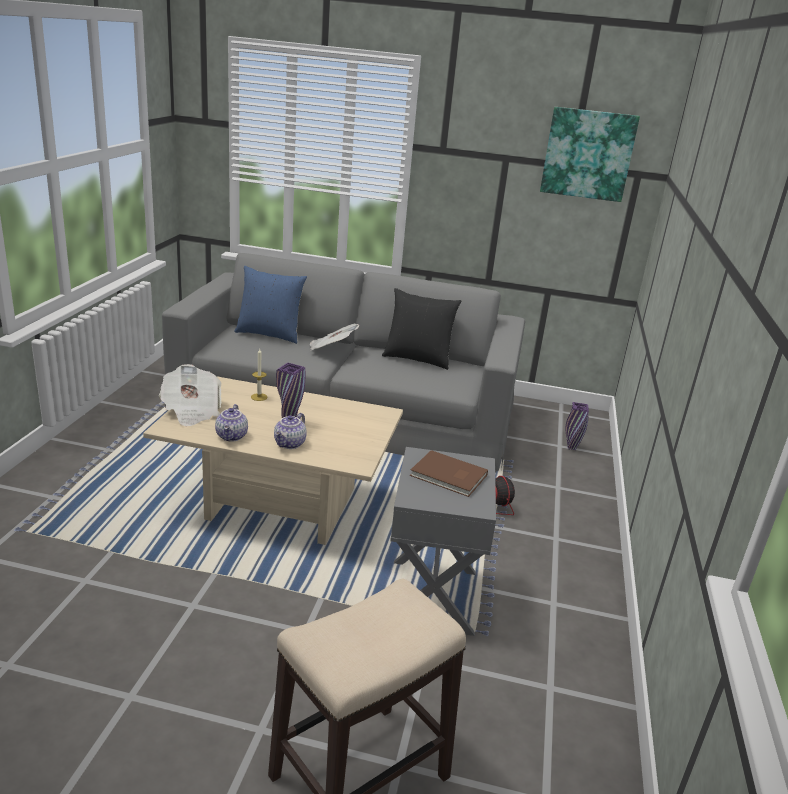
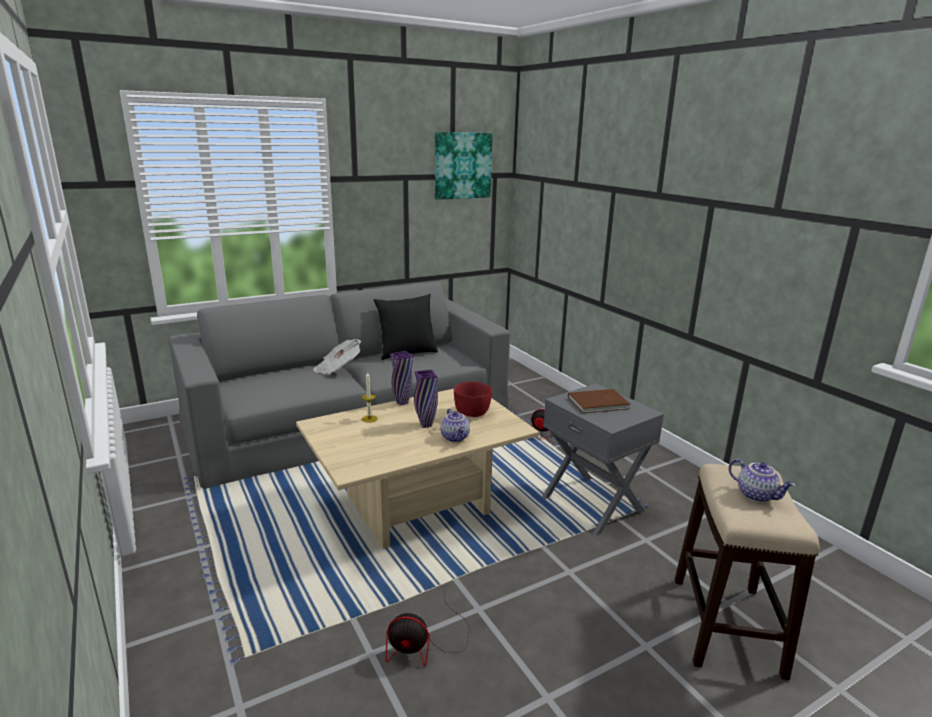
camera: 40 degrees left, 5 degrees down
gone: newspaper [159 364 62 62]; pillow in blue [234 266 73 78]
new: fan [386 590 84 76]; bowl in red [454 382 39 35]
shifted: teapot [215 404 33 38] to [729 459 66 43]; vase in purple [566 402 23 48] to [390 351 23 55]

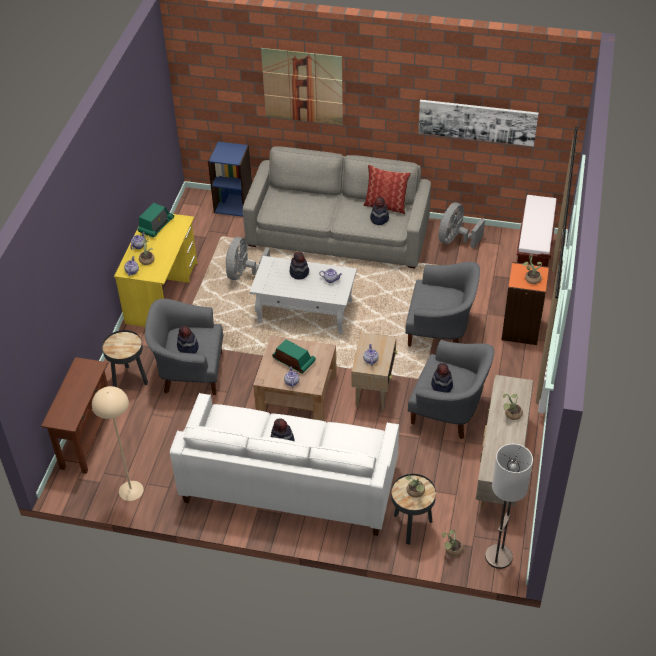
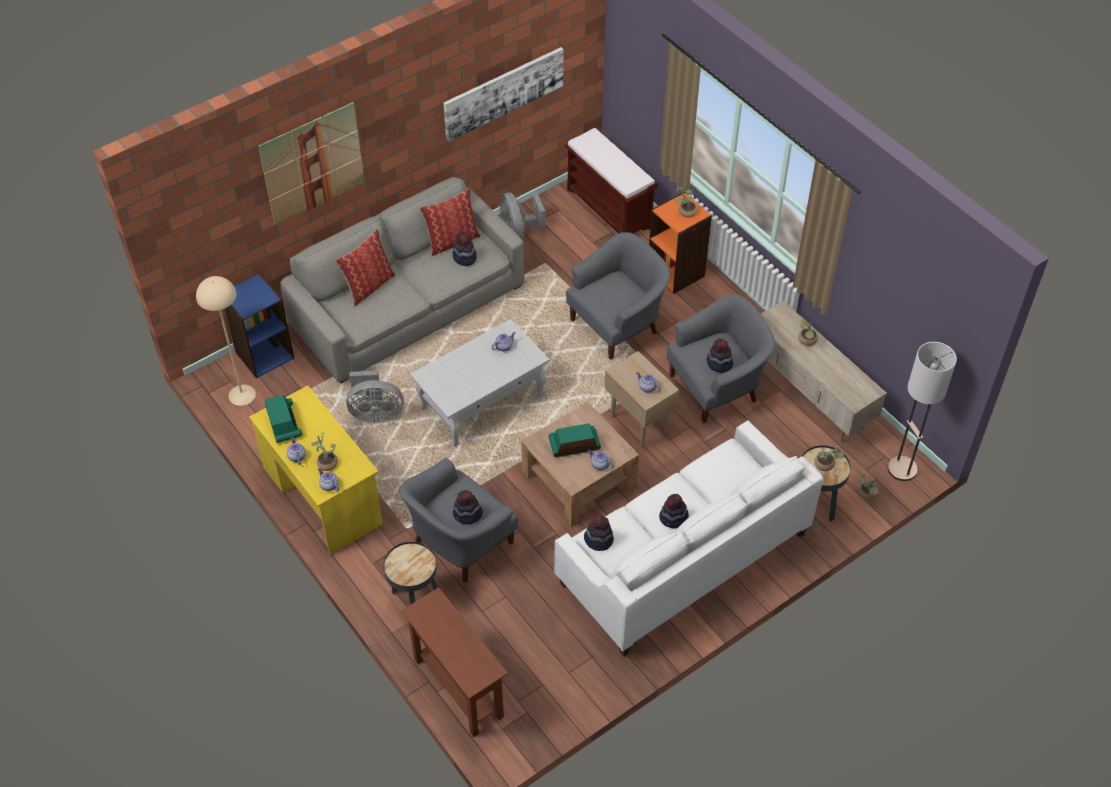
camera: 50 degrees left, 5 degrees up
new: pillow [335 229 60 77]
shifted: floor lamp in beige [92 386 52 115] to [196 276 60 130]; hat [290 252 19 28] to [584 515 30 36]
rotated: fan in grey [226 237 44 43] = [346 371 58 51] 60 degrees counterclockwise

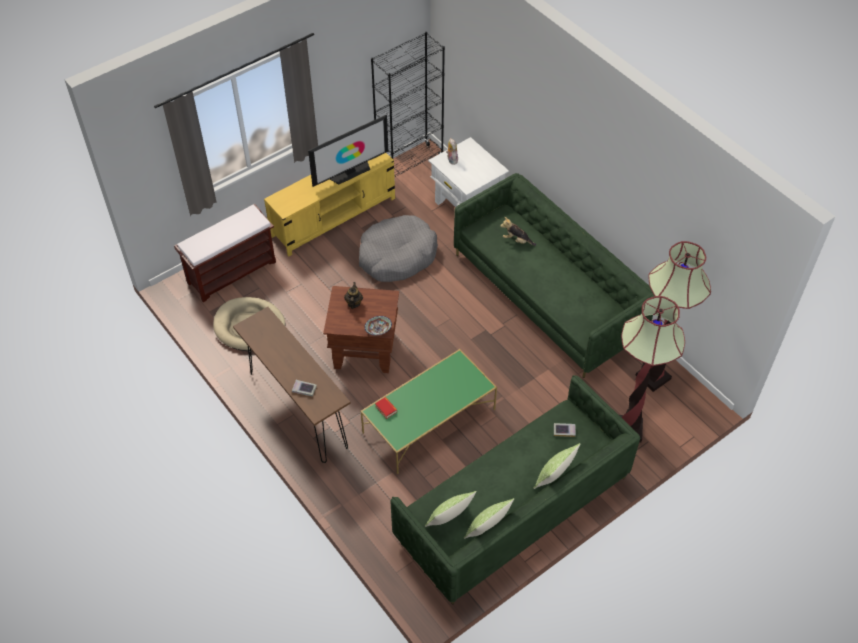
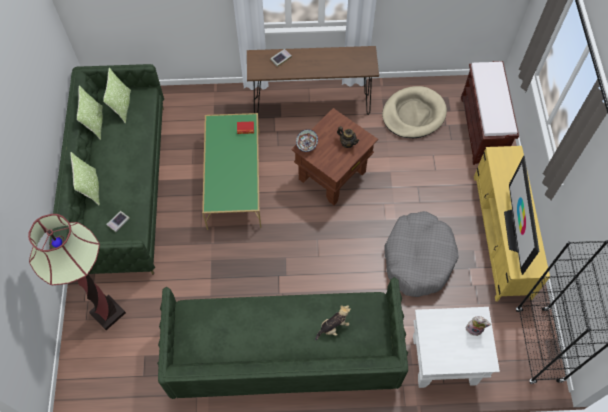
camera: 125 degrees right, 10 degrees up
gone: floor lamp [635 241 76 151]

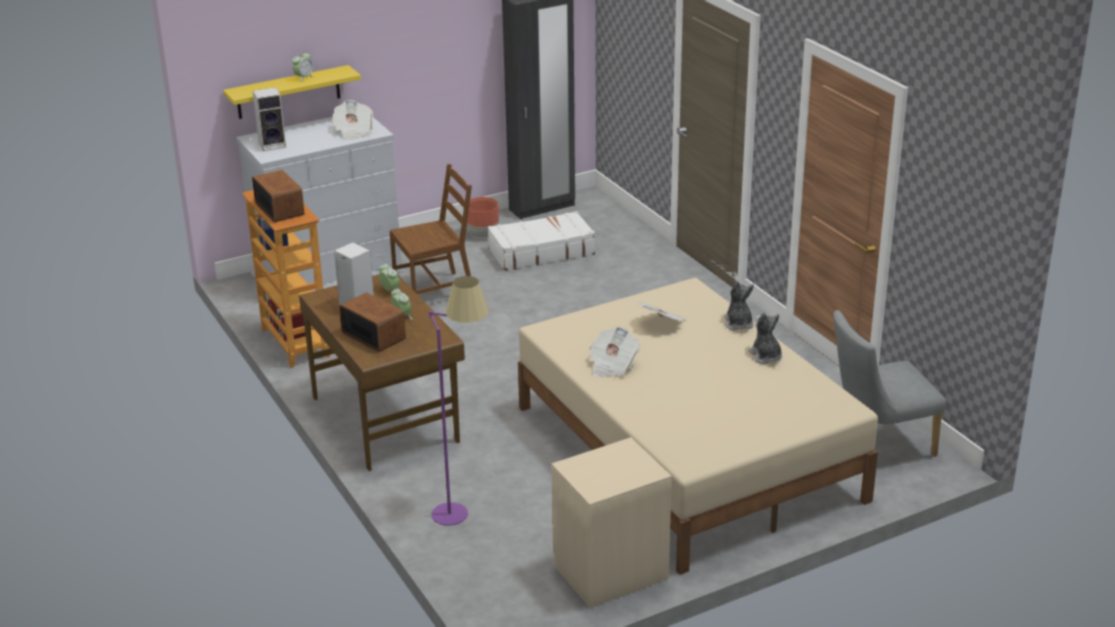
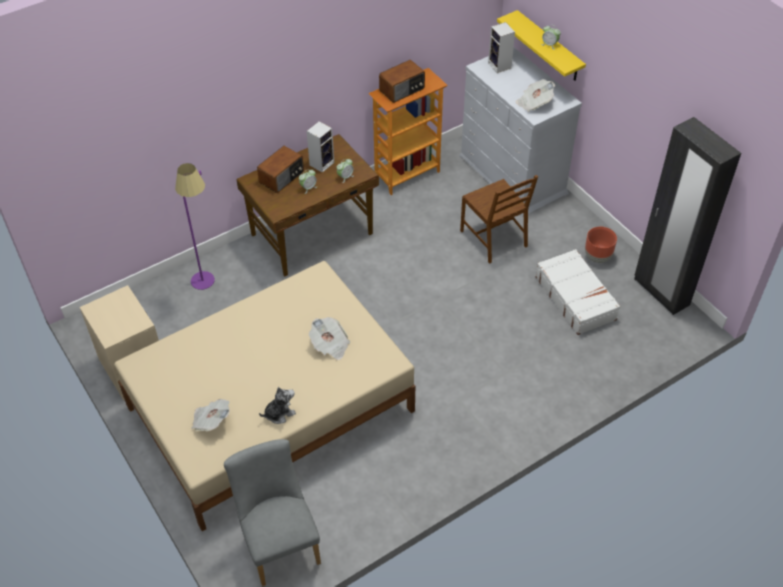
camera: 85 degrees right, 20 degrees up
gone: plush toy [724 281 30 50]
shifted: newspaper [589 327 51 51] to [191 399 39 32]

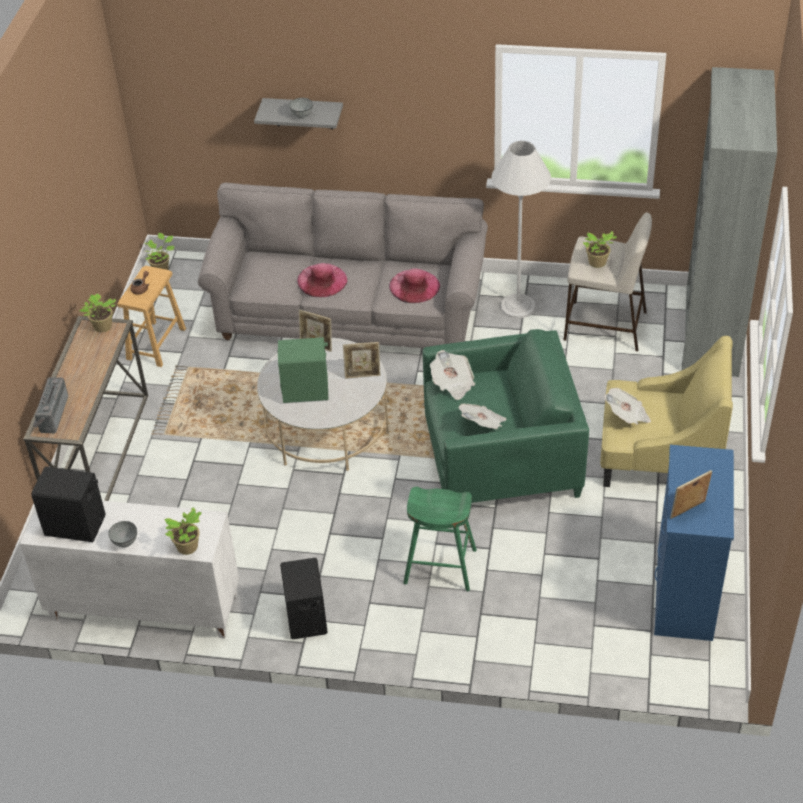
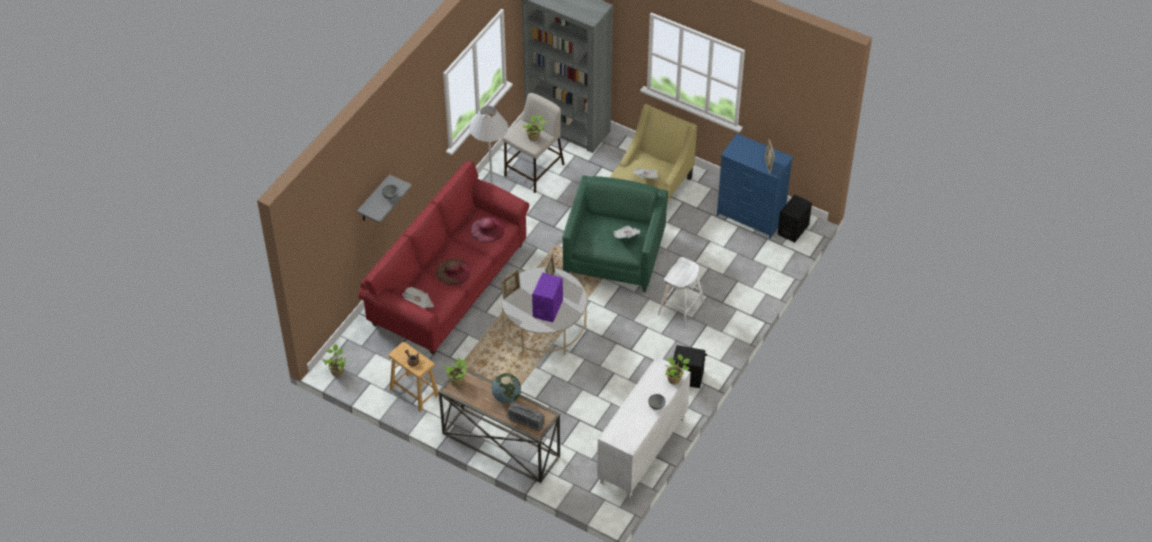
camera: 70 degrees left, 5 degrees up
new: globe [492 373 29 31]
shifted: speaker in black [31 467 74 75] to [778 195 34 48]; newspaper [430 350 46 50] to [402 287 32 22]
repainted: sofa in grey [198 183 290 165] to sofa in red [358 160 171 194]; speaker in green [278 337 50 66] to speaker in purple [532 273 31 49]; hat in pink [297 263 50 34] to hat in brown [436 259 35 26]; stool in green [403 487 74 104] to stool in white [657 257 48 71]

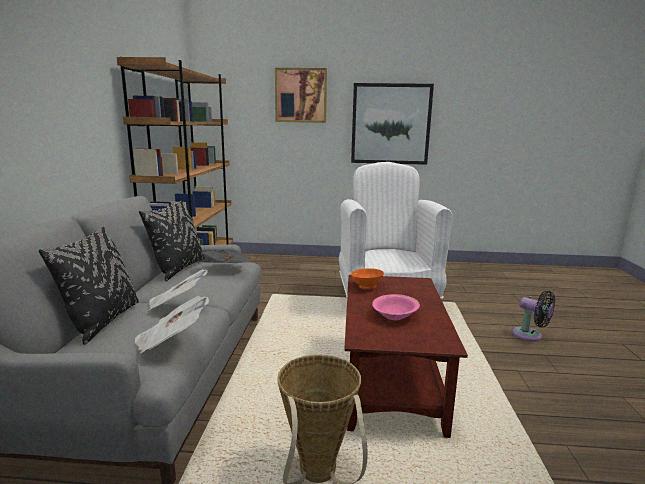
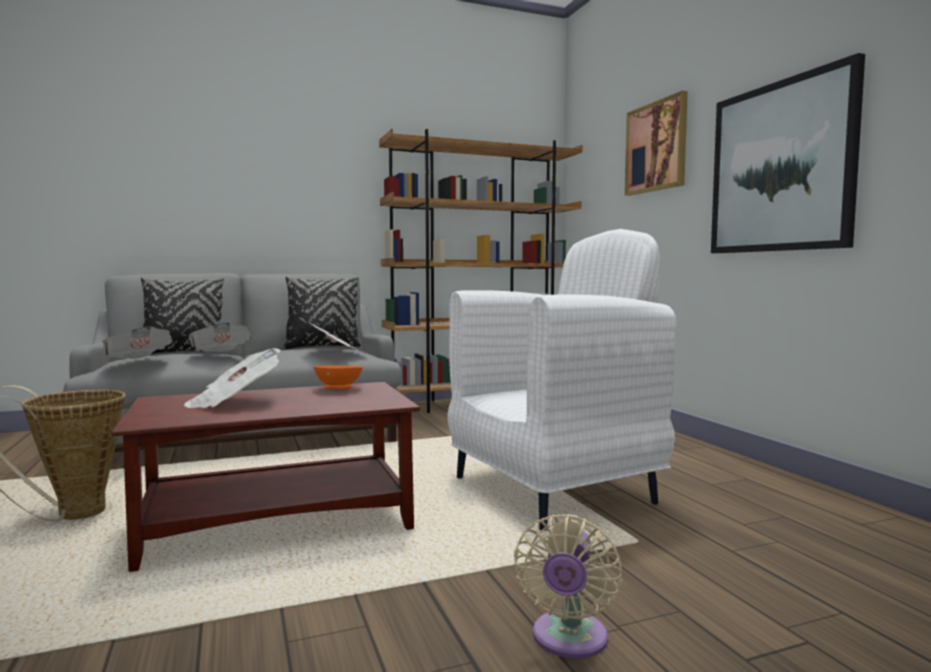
camera: 65 degrees right, 10 degrees down
swapped: bowl in pink [372 294 48 26] to newspaper [184 348 97 60]
repainted: fan in black [512 291 43 50] to fan in beige [514 514 108 145]

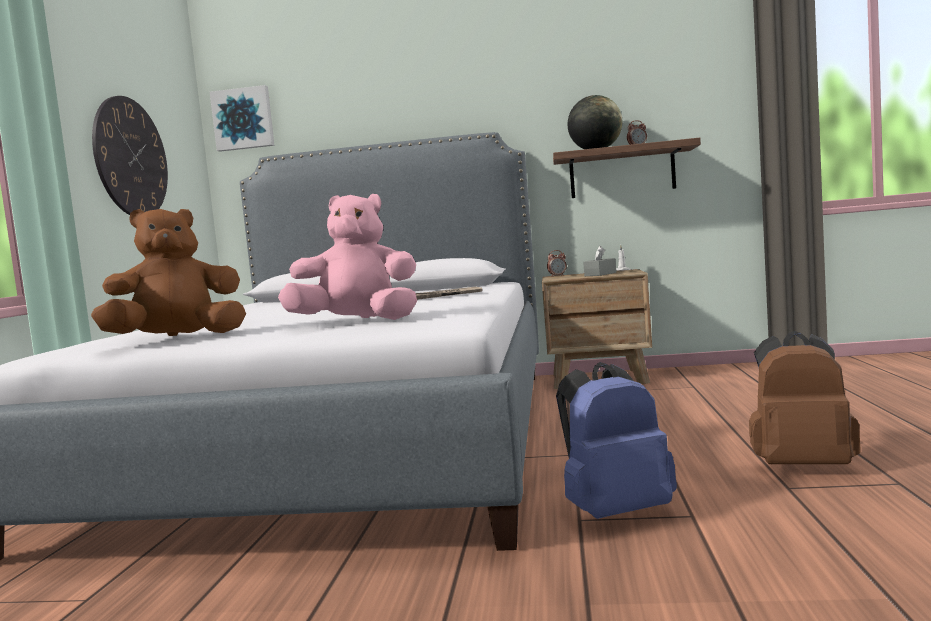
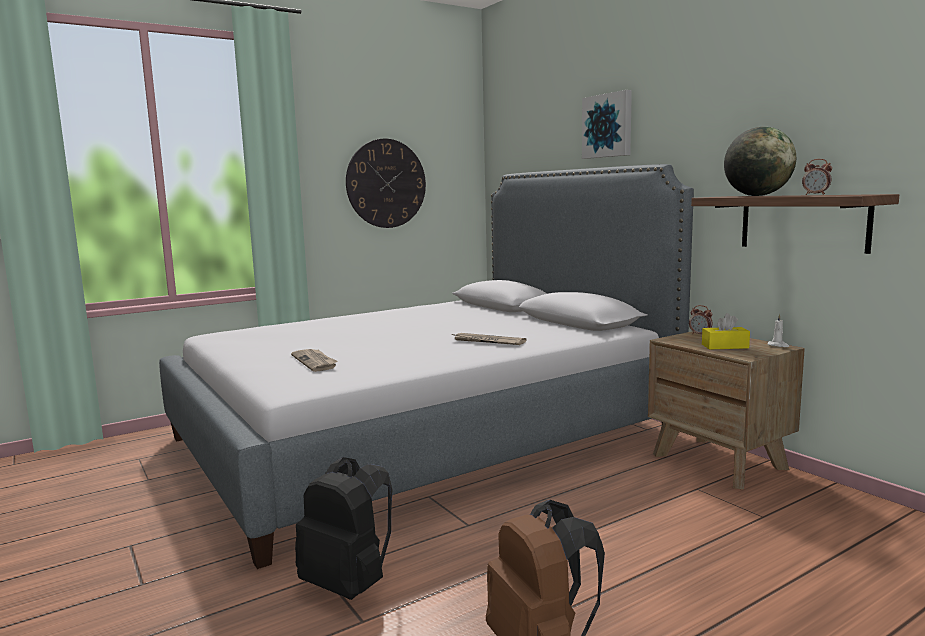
camera: 50 degrees right, 5 degrees up
gone: plush toy in brown [91 209 155 127]
shifted: picture [210 85 65 67] to [582 90 50 69]
swapped: plush toy in pink [278 194 139 126] to newspaper [291 349 46 23]
repainted: backpack in blue [556 362 121 157] to backpack in black [295 457 98 143]; tissue box in grey [583 246 33 30] to tissue box in yellow [702 313 48 37]

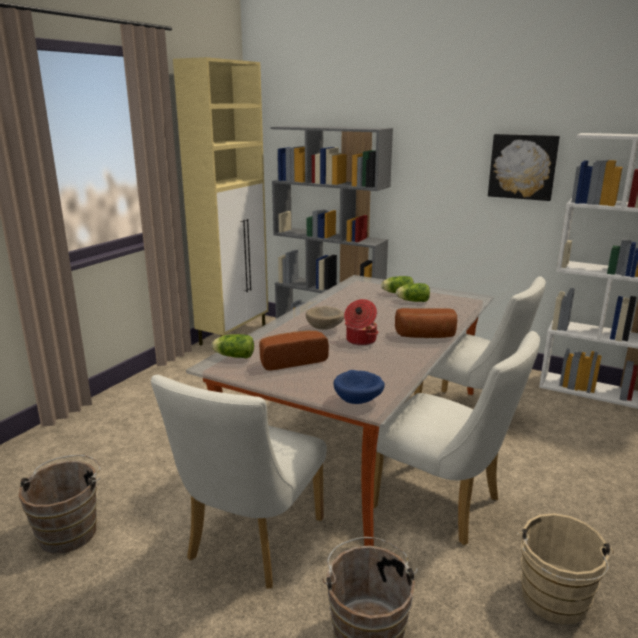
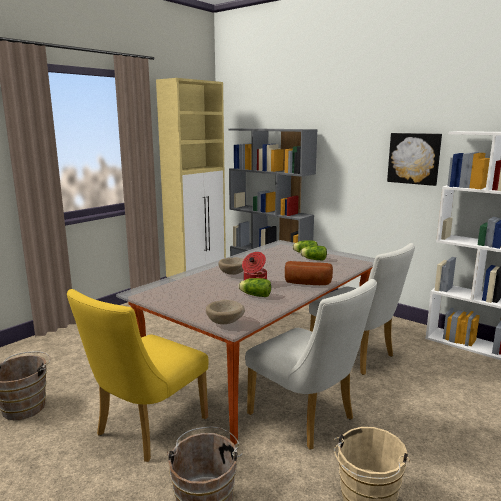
camera: 10 degrees right, 5 degrees down
gone: bread [259 331 70 40]
shifted: lettuce [211 334 43 25] to [239 278 32 19]
repainted: chair in white [151 375 176 214] to chair in yellow [67 289 142 173]; bowl in blue [334 370 51 34] to bowl in beige [206 299 39 25]

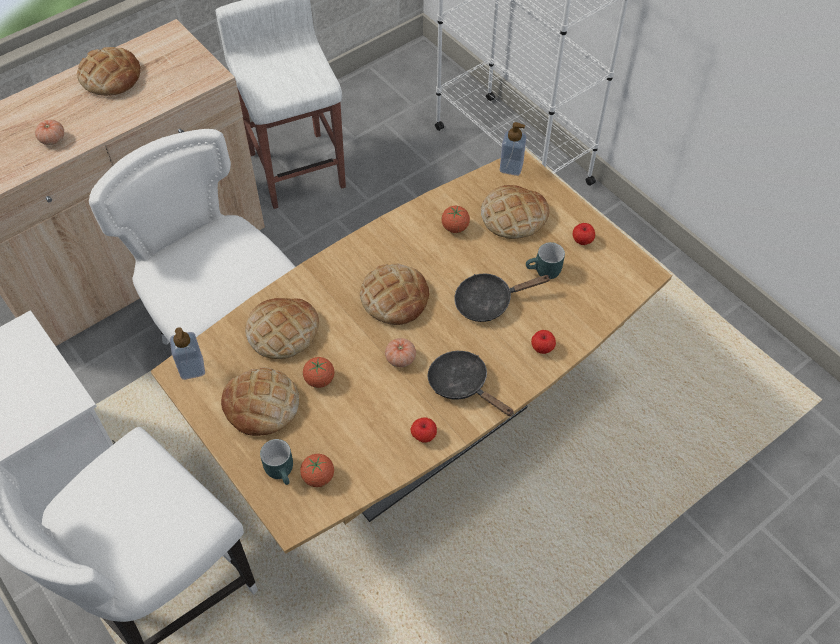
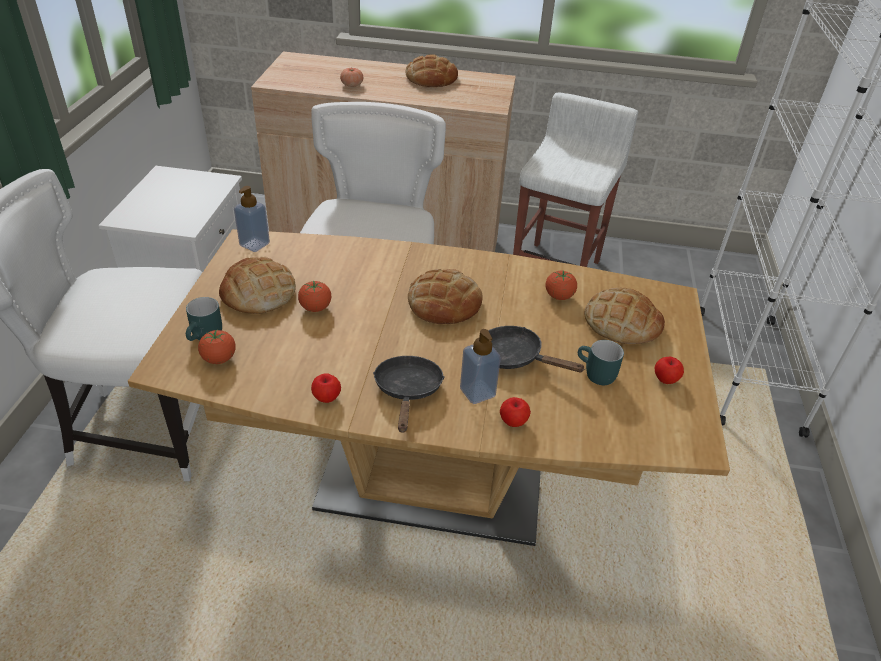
camera: 45 degrees right, 15 degrees down
gone: bread [245 298 74 61]; tomato [385 338 31 29]
shifted: soap dispenser [500 122 27 54] to [460 329 41 75]

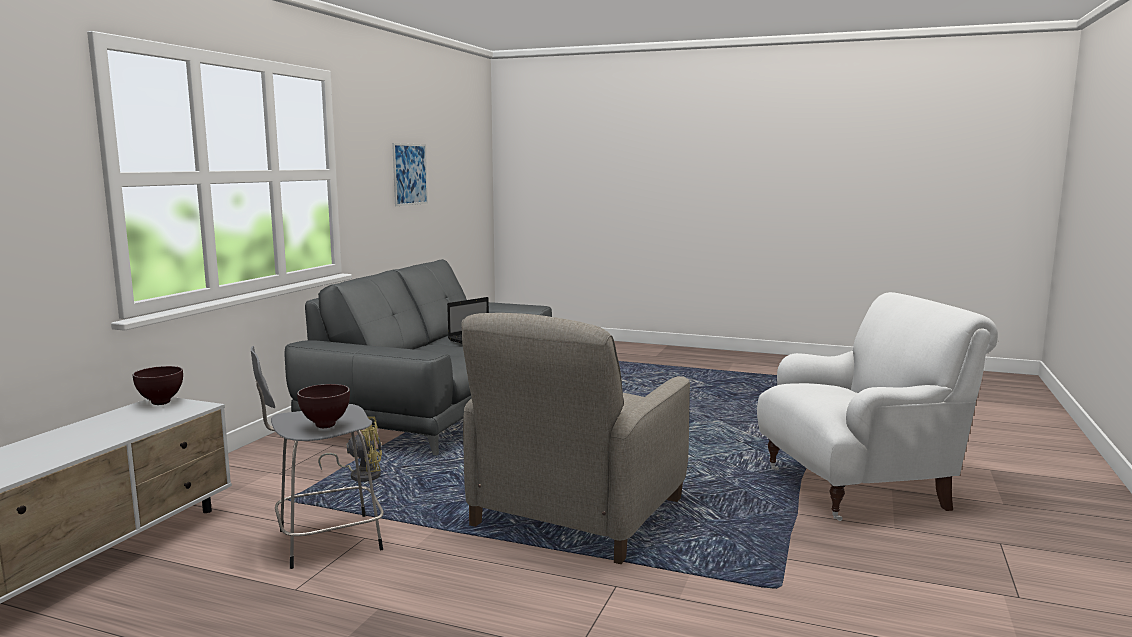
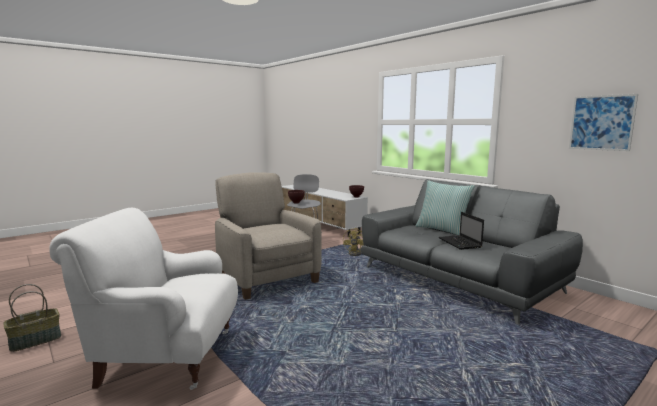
camera: 120 degrees right, 0 degrees up
new: basket [3 284 58 68]; pillow [416 180 59 55]
rotated: armchair in white [757 292 241 229] = [49 208 189 182] 75 degrees clockwise

